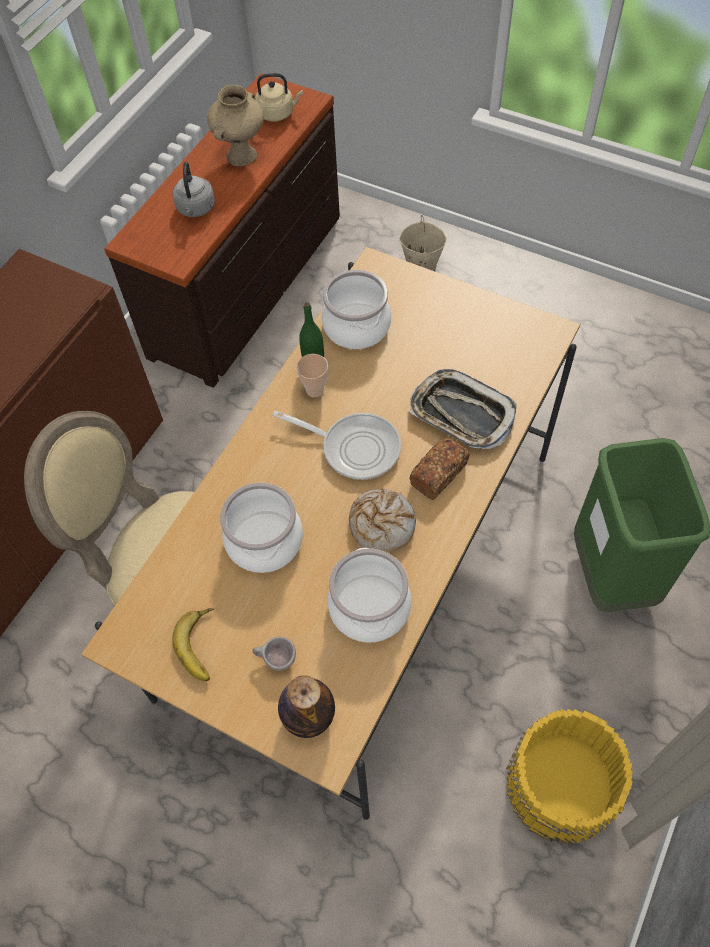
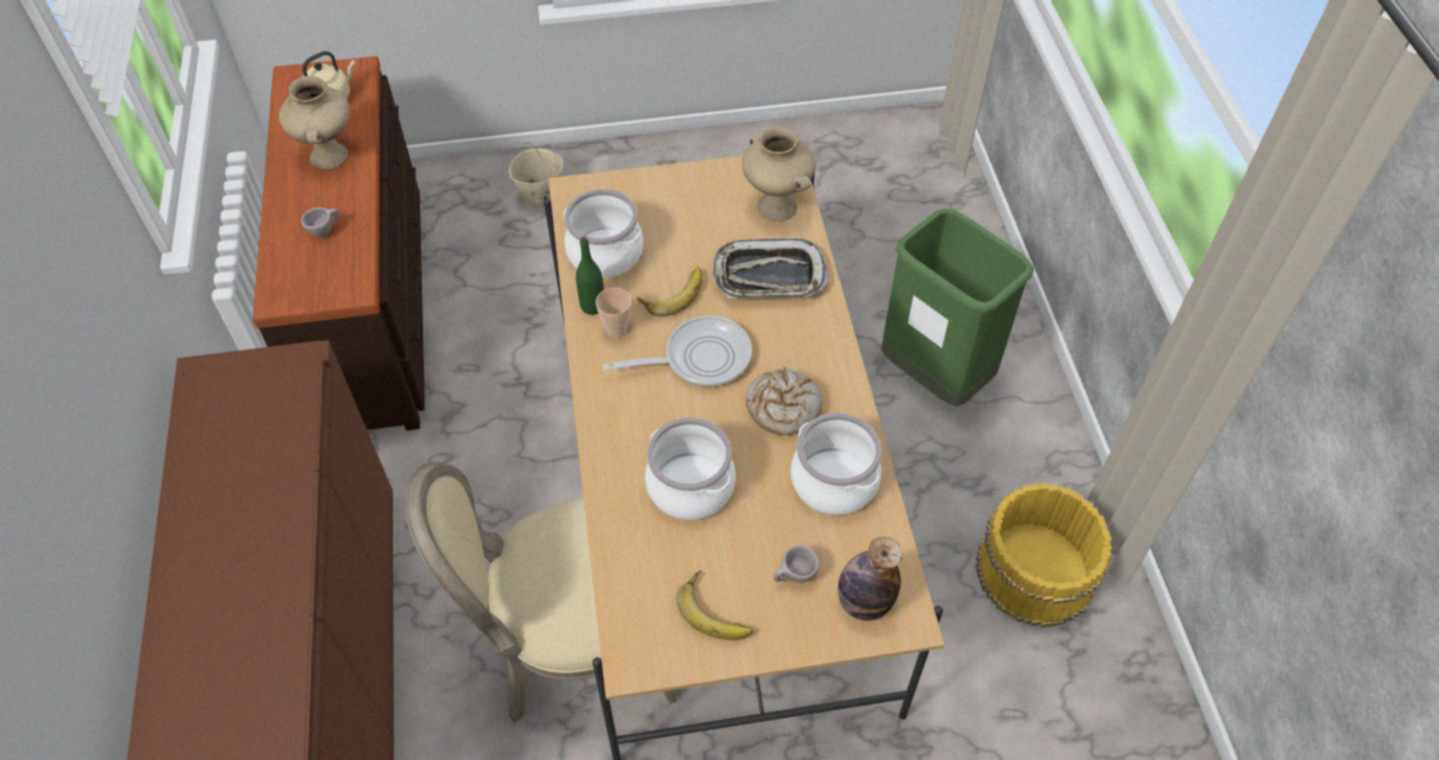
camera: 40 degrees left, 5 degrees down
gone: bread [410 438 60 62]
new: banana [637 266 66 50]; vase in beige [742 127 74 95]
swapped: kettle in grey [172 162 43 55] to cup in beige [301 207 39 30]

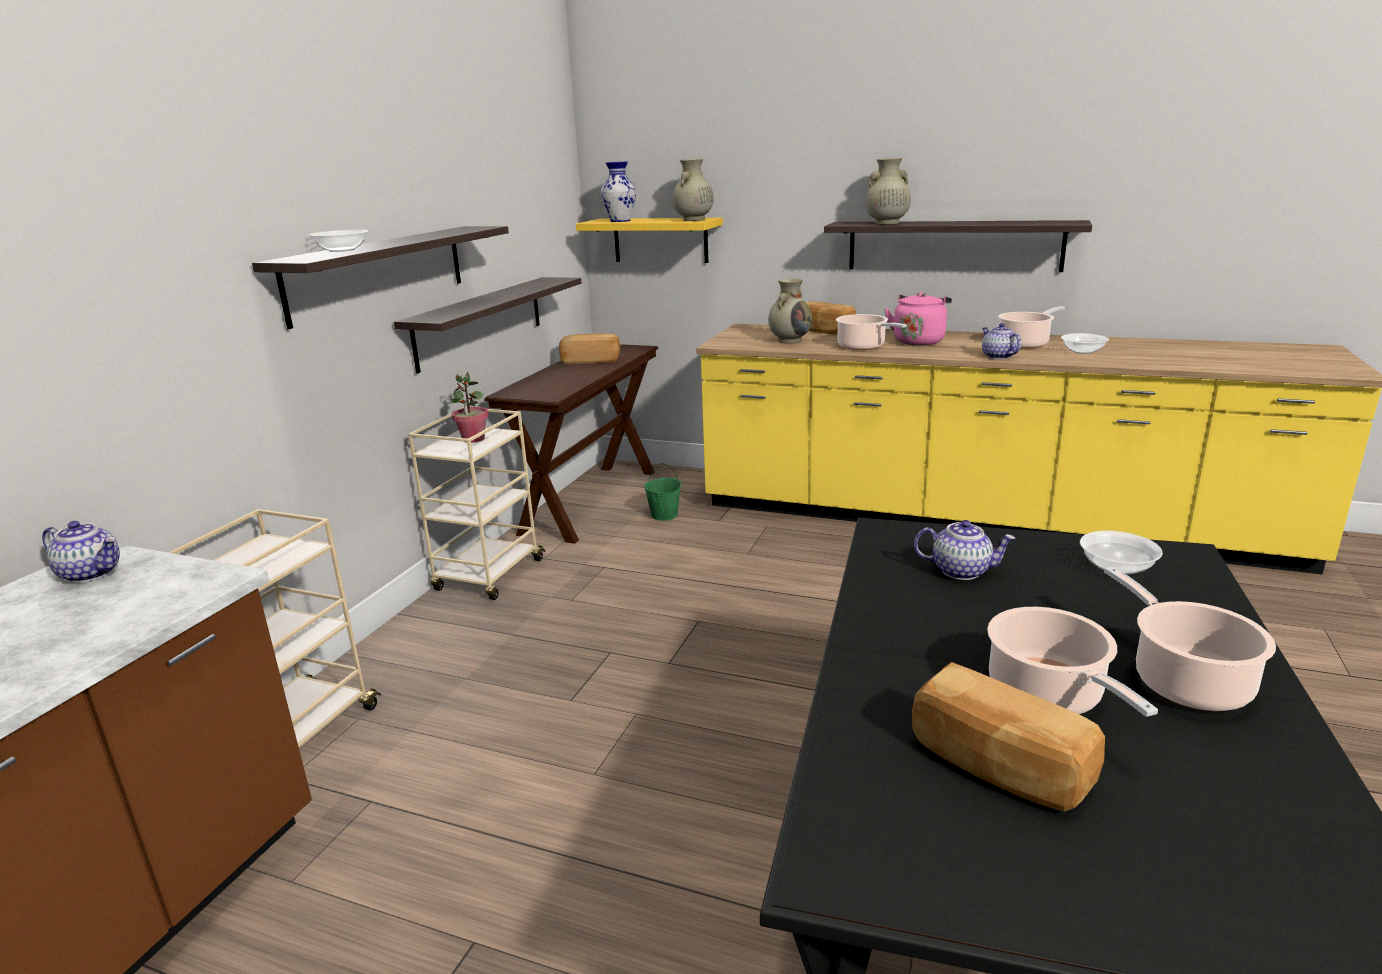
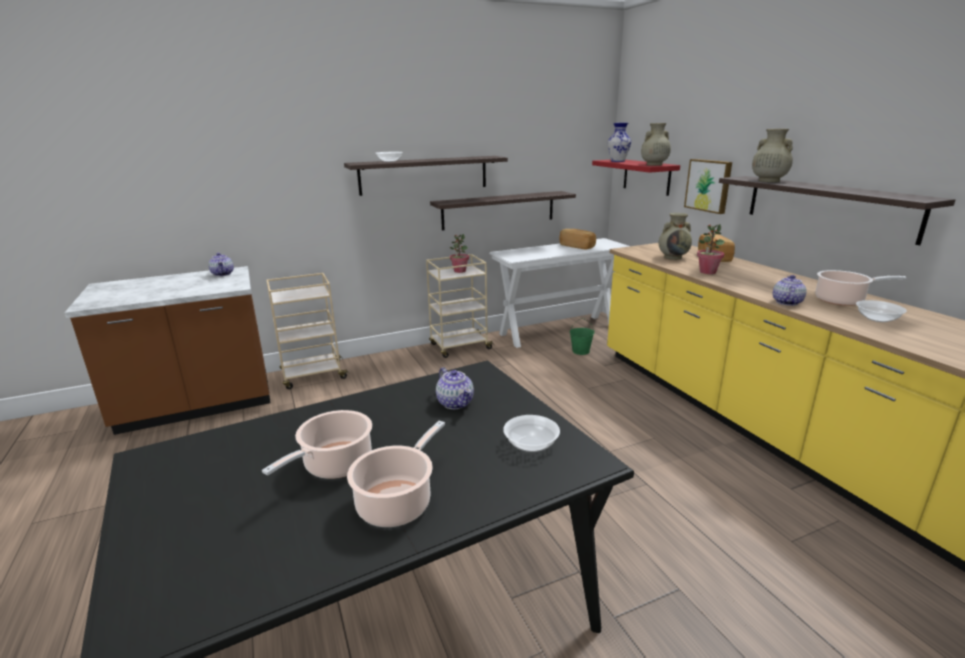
camera: 45 degrees right, 0 degrees up
gone: kettle in pink [884 292 68 53]; bread [912 662 193 150]
new: picture [684 159 48 55]
swapped: cooking pot [836 314 71 36] to potted plant [697 224 28 50]
repainted: console table in brown [484 344 174 200] to console table in white [489 238 140 110]; shelf in yellow [576 218 147 45] to shelf in red [592 160 88 36]

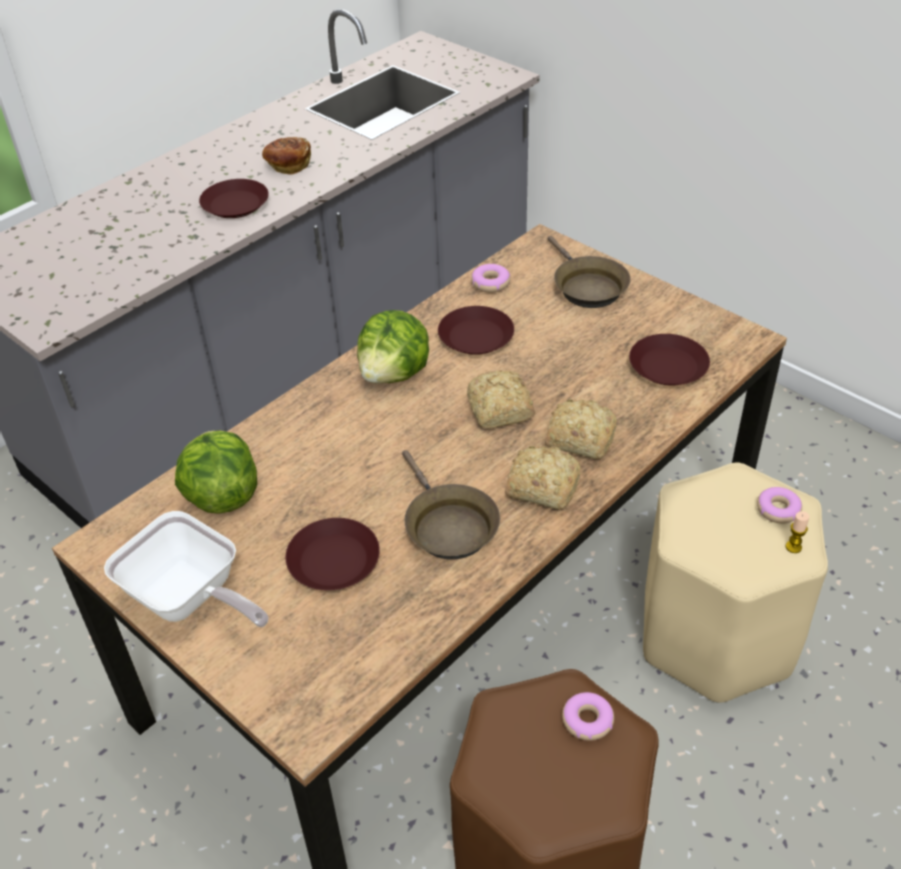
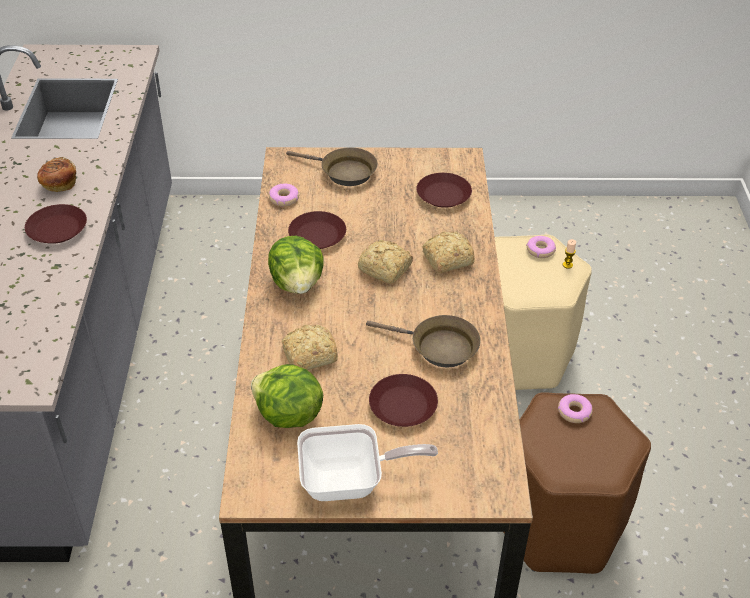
camera: 45 degrees left, 0 degrees up
shifted: bread [505 446 76 64] to [282 324 56 46]

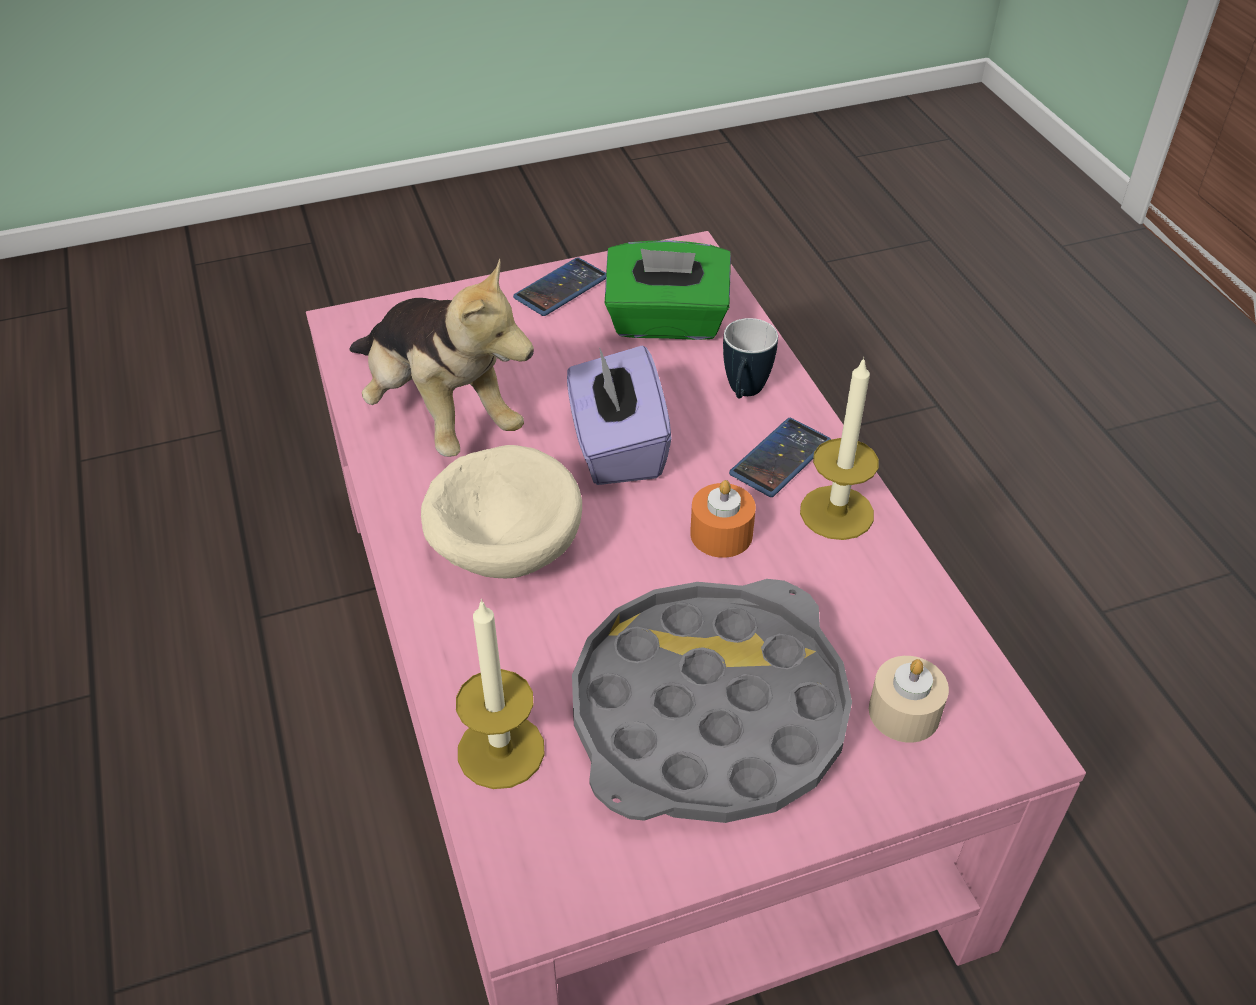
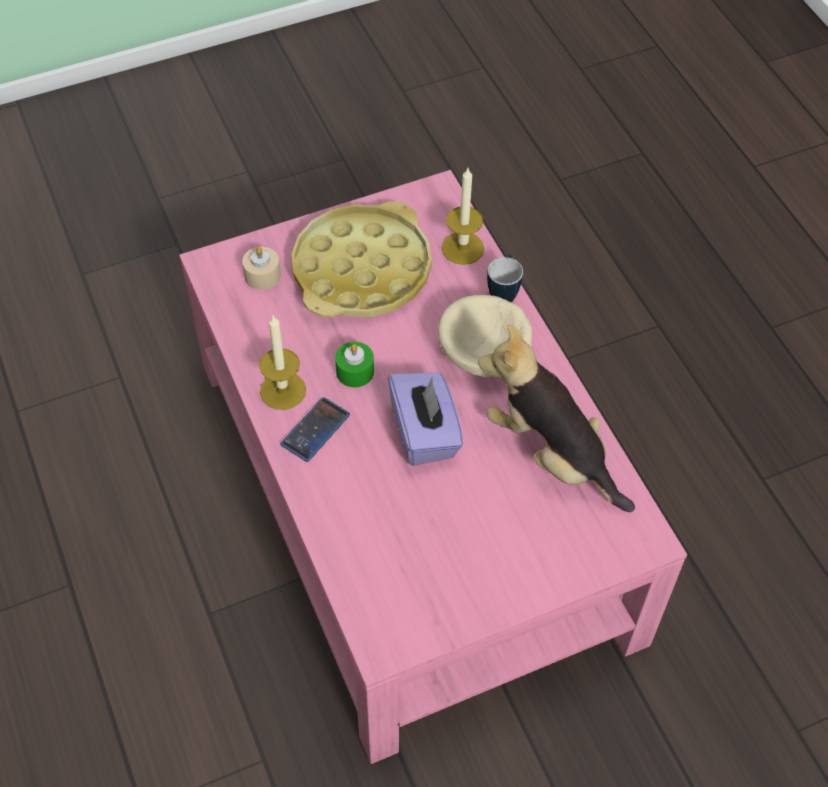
camera: 175 degrees right, 10 degrees up
gone: phone [513 257 93 59]; tissue box in green [605 240 126 100]
shifted: mug [723 318 55 81] to [487 254 36 48]
repainted: tray in grey [572 579 280 244] to tray in yellow [292 201 140 116]; candle in orange [690 480 66 78] to candle in green [335 342 39 45]

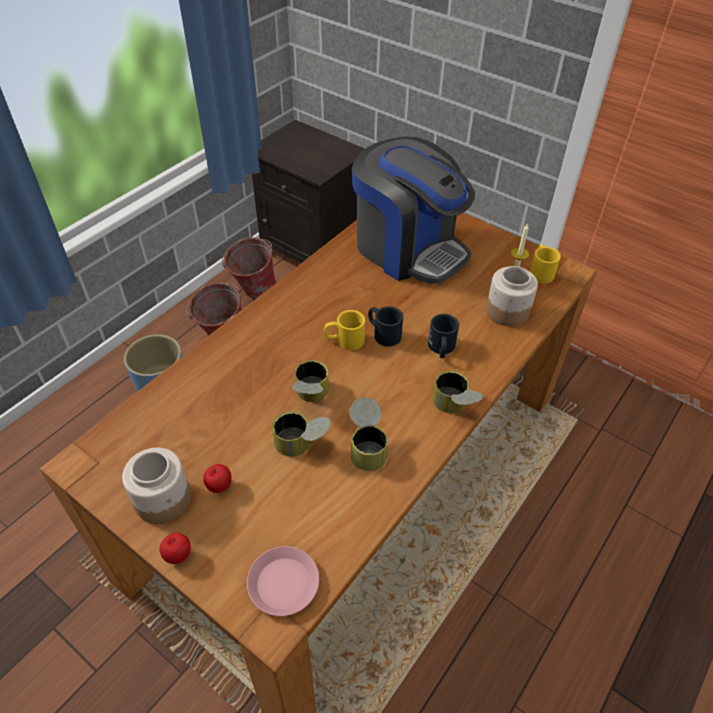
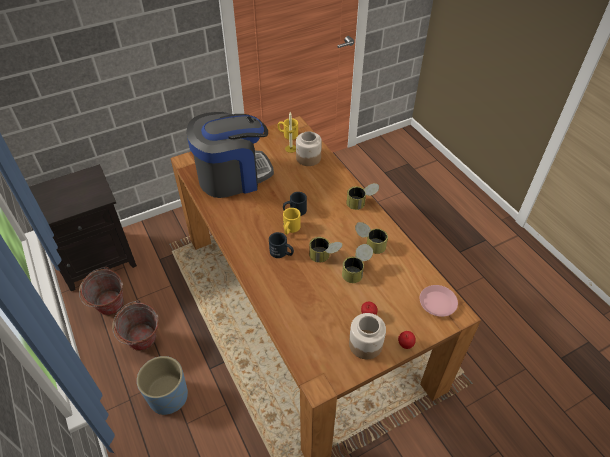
camera: 65 degrees left, 0 degrees up
shifted: mug in black [428 314 31 44] to [269 232 25 26]

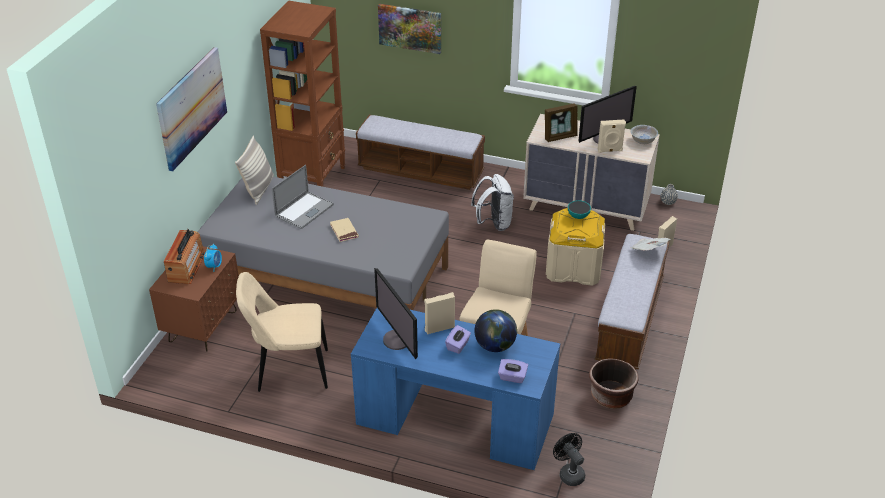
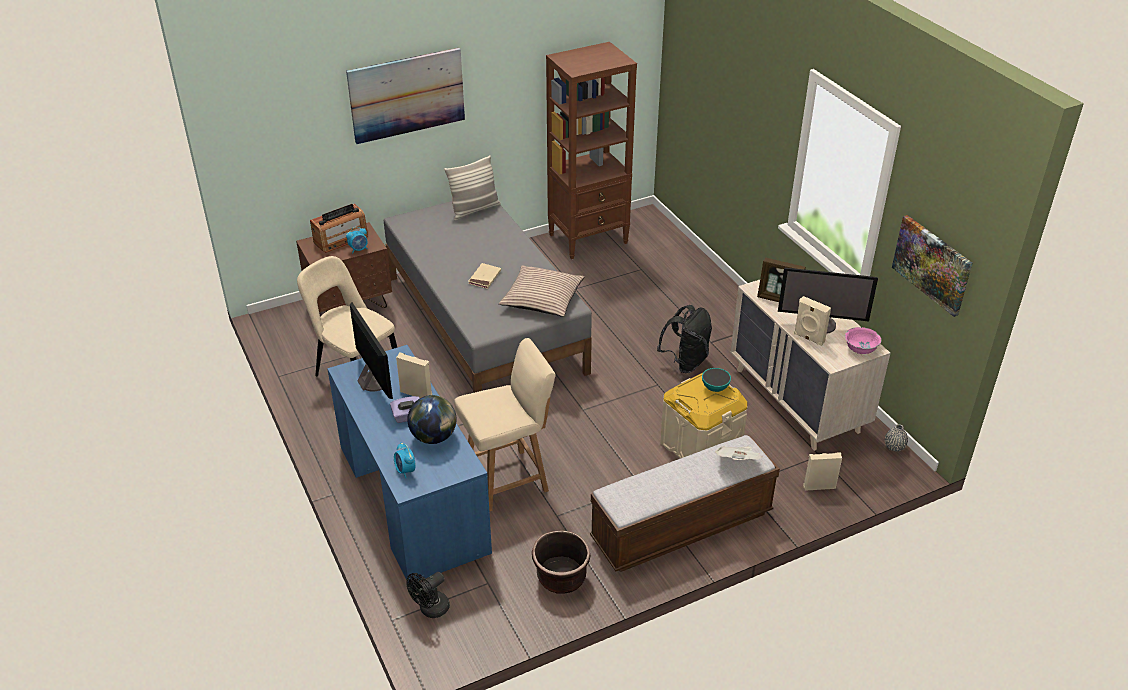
camera: 45 degrees right, 0 degrees up
gone: laptop [272 165 62 64]; bench [356 115 129 75]
new: pillow [499 265 86 52]
shifted: picture [378 4 63 50] to [892 215 80 102]
swapped: tissue box in purple [498 359 30 24] to alarm clock [394 442 22 36]
repainted: backpack in white [471 174 43 57] to backpack in black [657 305 55 68]; bowl in white [630 125 28 19] to bowl in pink [845 327 37 27]
rotated: monitor [374 268 44 91] = [350 303 43 96] 135 degrees clockwise; fan in black [553 433 32 53] = [406 572 44 46] 150 degrees counterclockwise

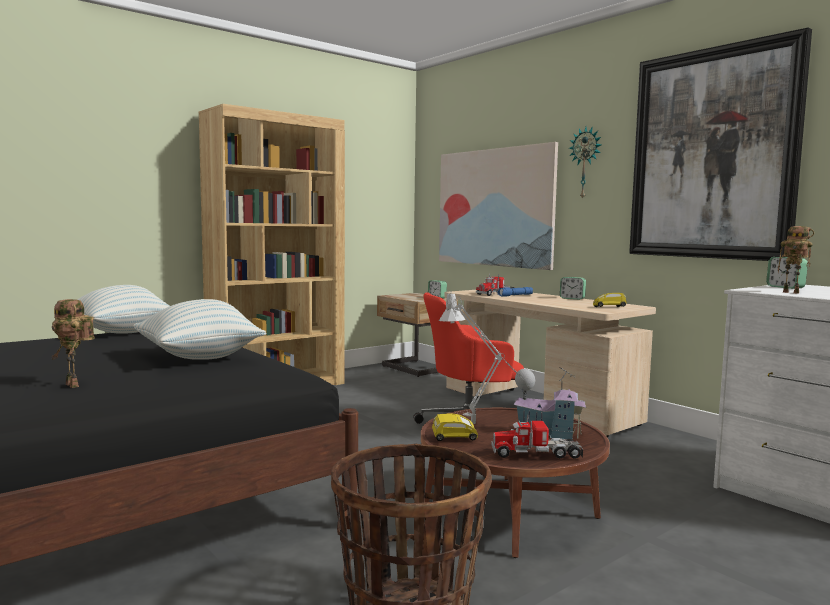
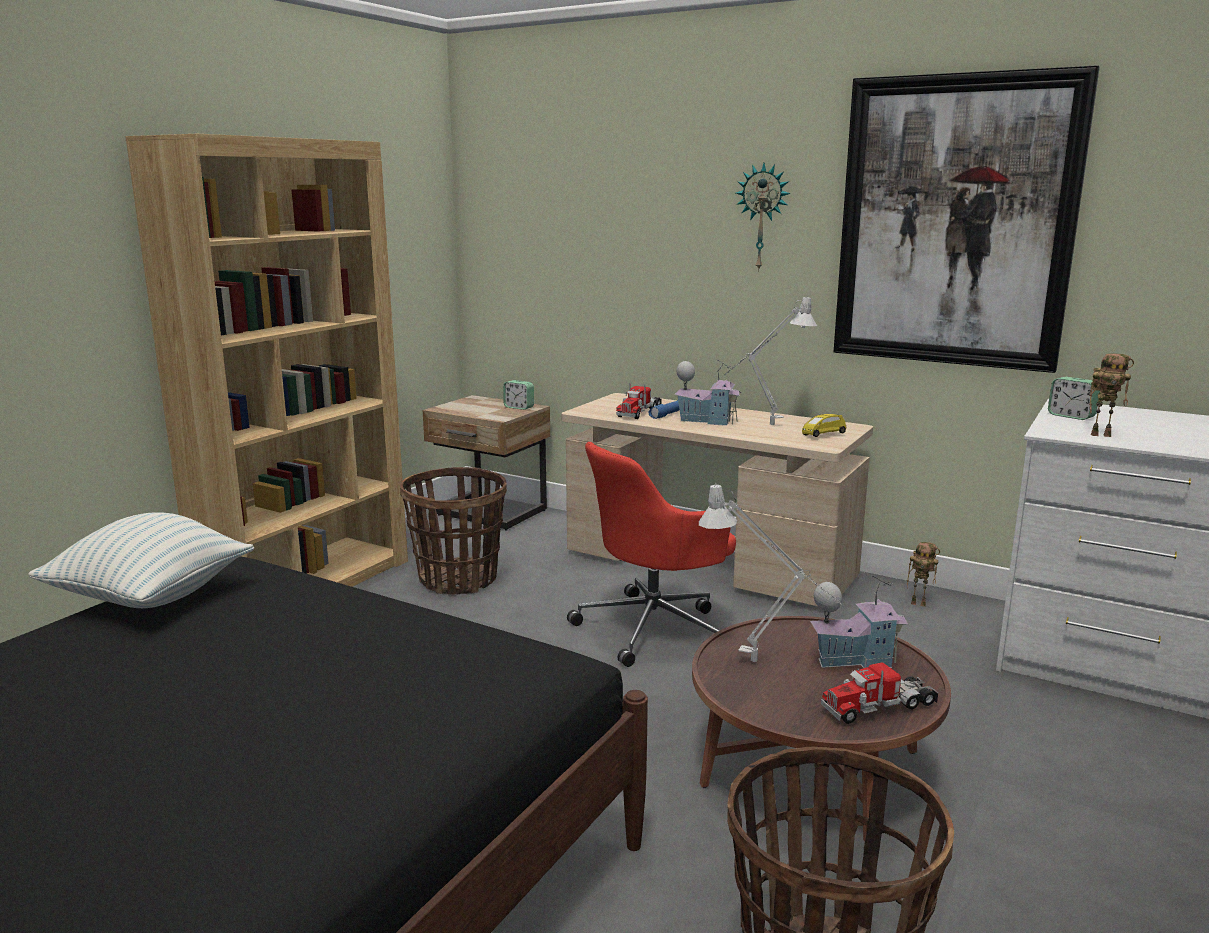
camera: 20 degrees left, 10 degrees up
gone: pillow [133 299 133 61]; toy car in yellow [432 413 46 28]; picture [439 142 119 128]; alarm clock [560 277 26 23]
new: basket [400 467 107 128]; toy house [675 359 66 67]; table lamp in grey [725 297 92 128]
shifted: toy robot [52 299 43 89] to [907 542 33 65]

